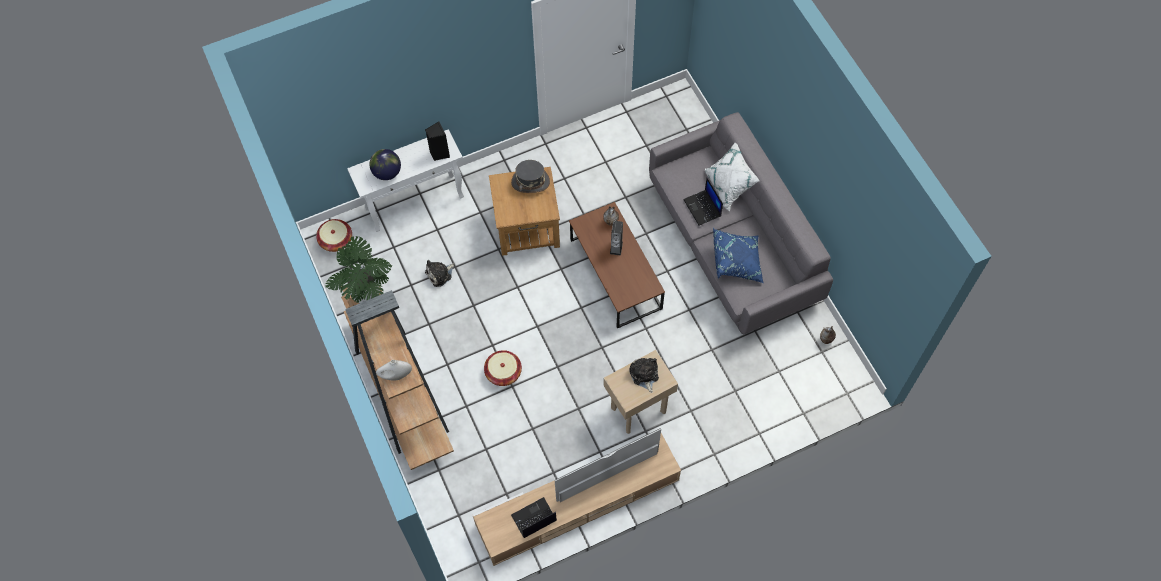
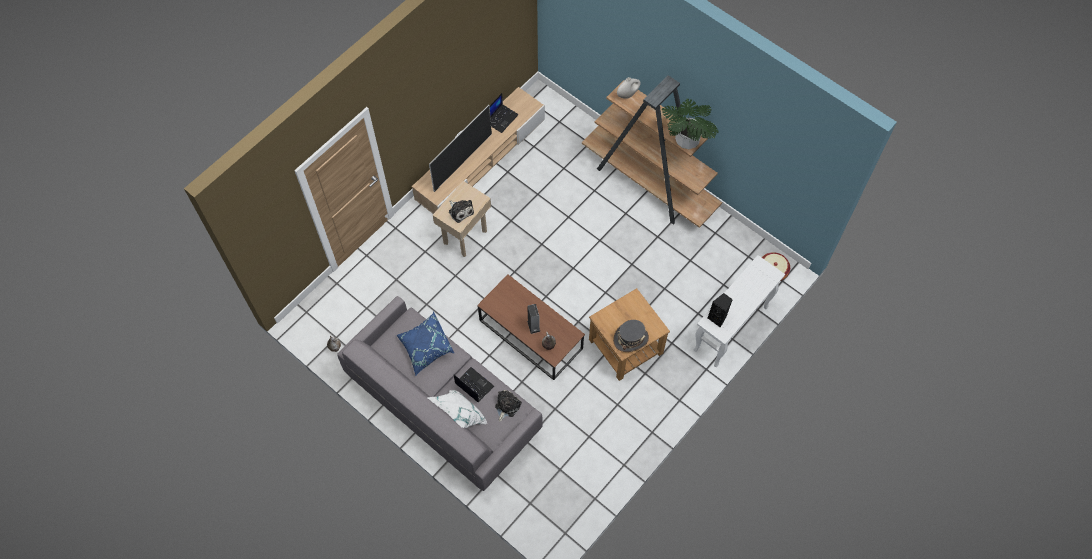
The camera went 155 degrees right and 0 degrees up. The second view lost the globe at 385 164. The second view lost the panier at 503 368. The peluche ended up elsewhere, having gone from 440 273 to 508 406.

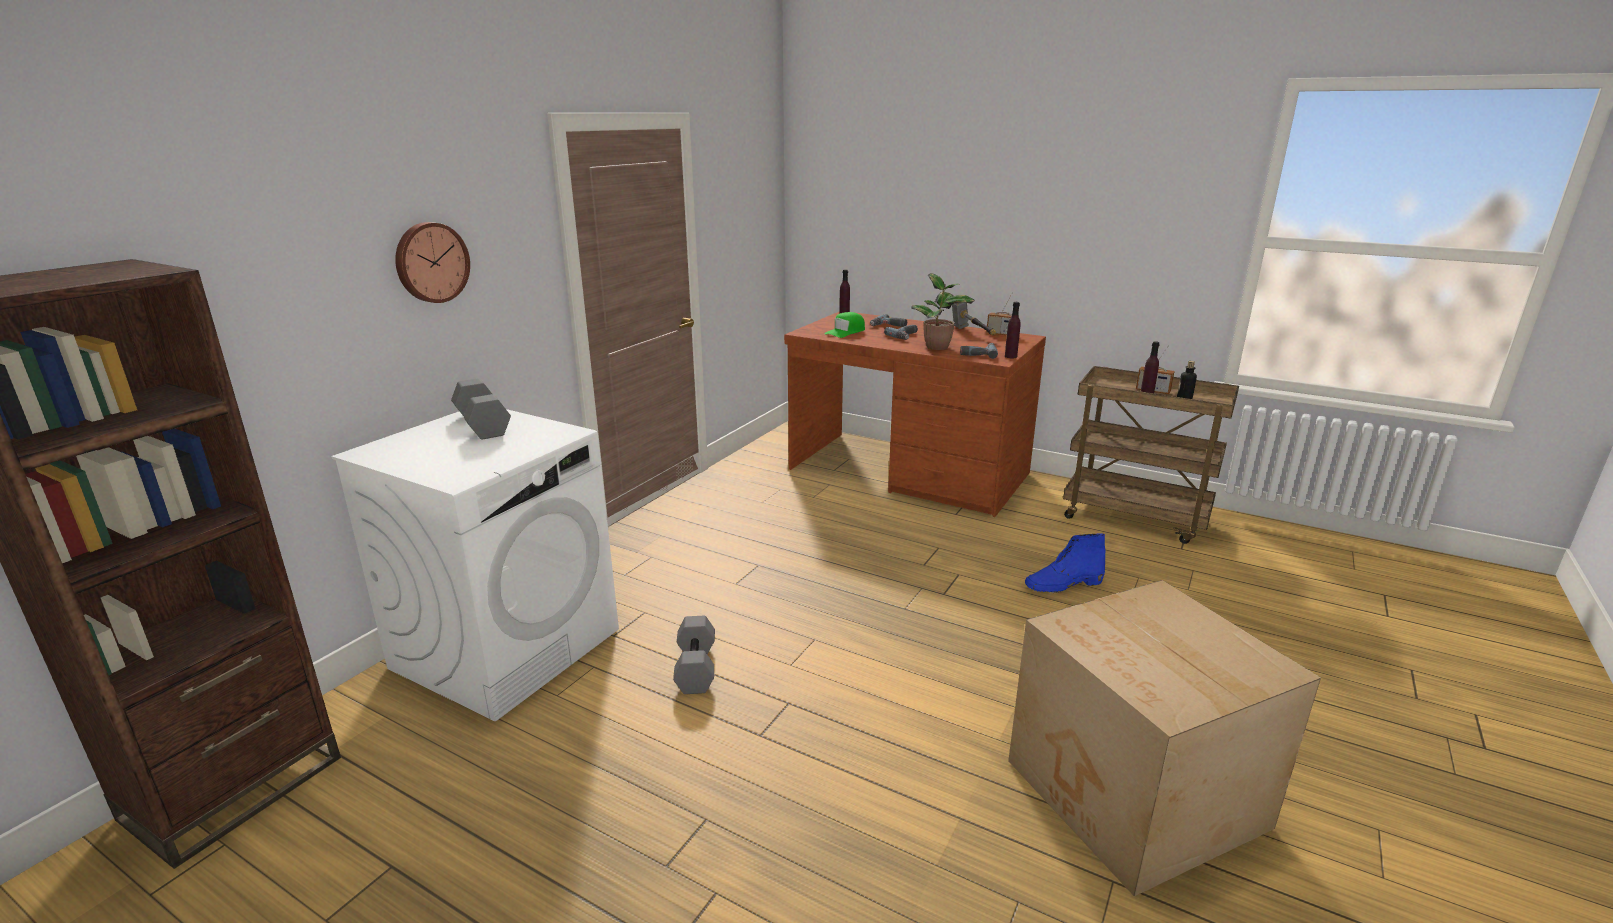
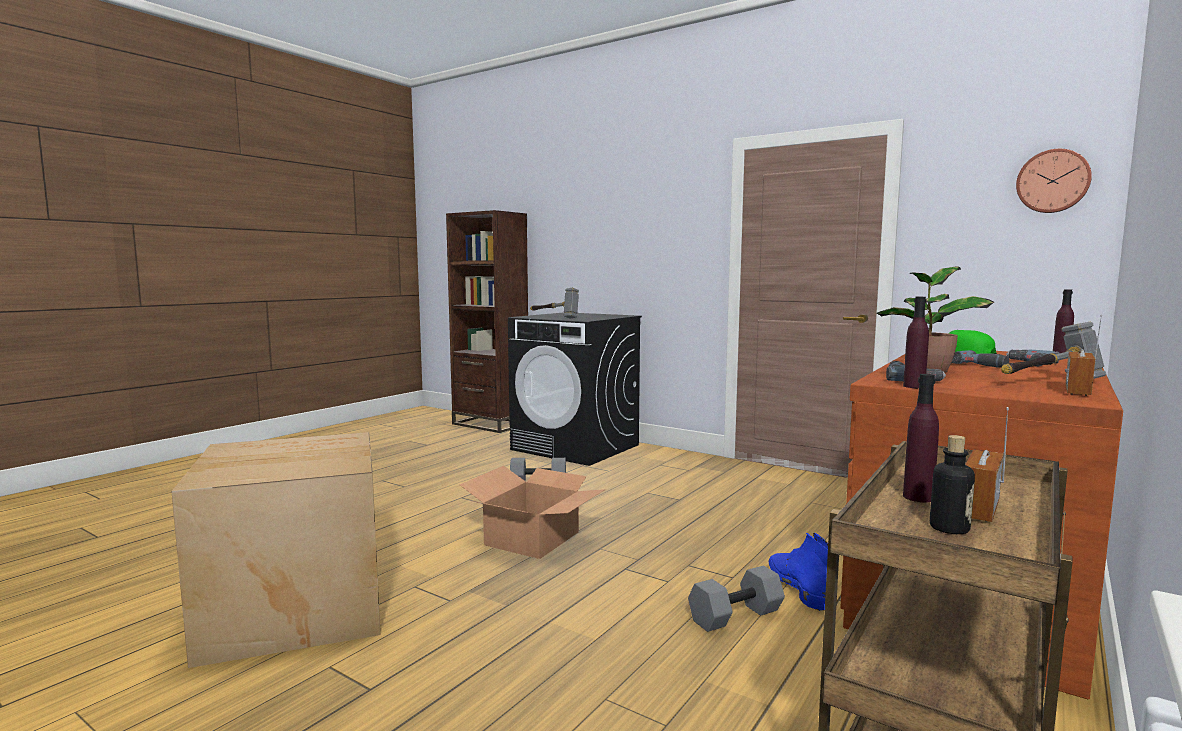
The camera went 95 degrees right and 15 degrees down. The second view gained the carton at 533 512. The second view gained the marteau at 554 303. The horloge murale ended up elsewhere, having gone from 432 262 to 1054 181. The haltère (gris) ended up elsewhere, having gone from 481 409 to 736 599. The botte (bleu) ended up elsewhere, having gone from 1065 563 to 798 572. What was the lave-linge (blanc) at 475 565 turned into the lave-linge (noir) at 575 389.

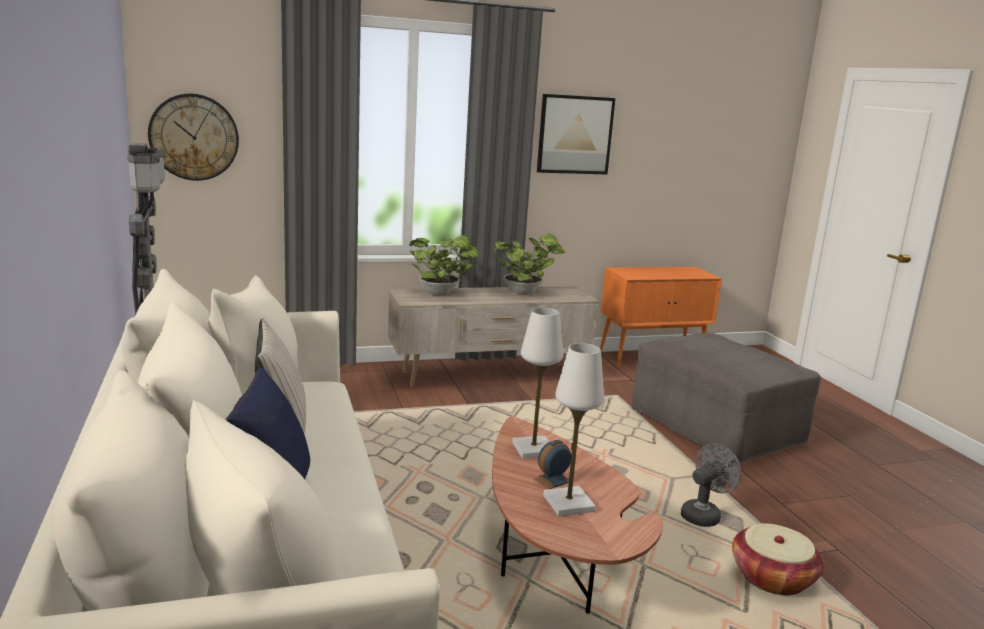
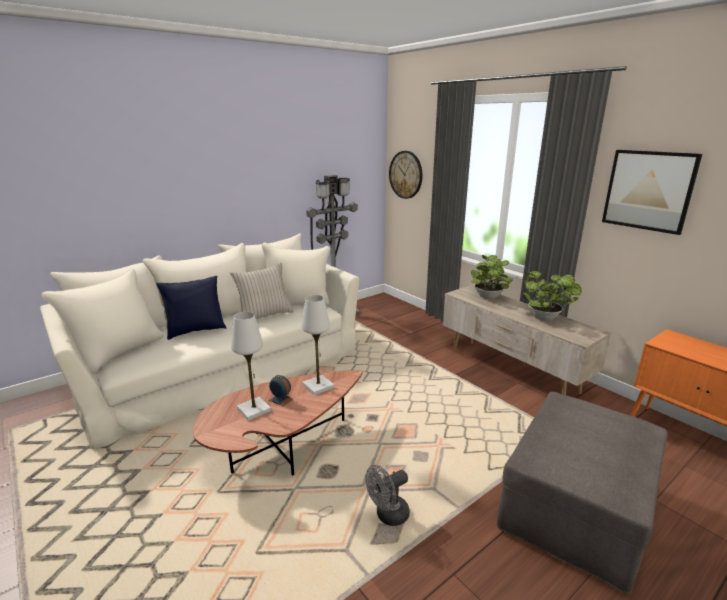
The camera went 70 degrees right and 5 degrees up. The second view lost the panier at 778 559. The ventilateur (gris) at 711 485 ended up facing another way, 120 degrees clockwise from before.

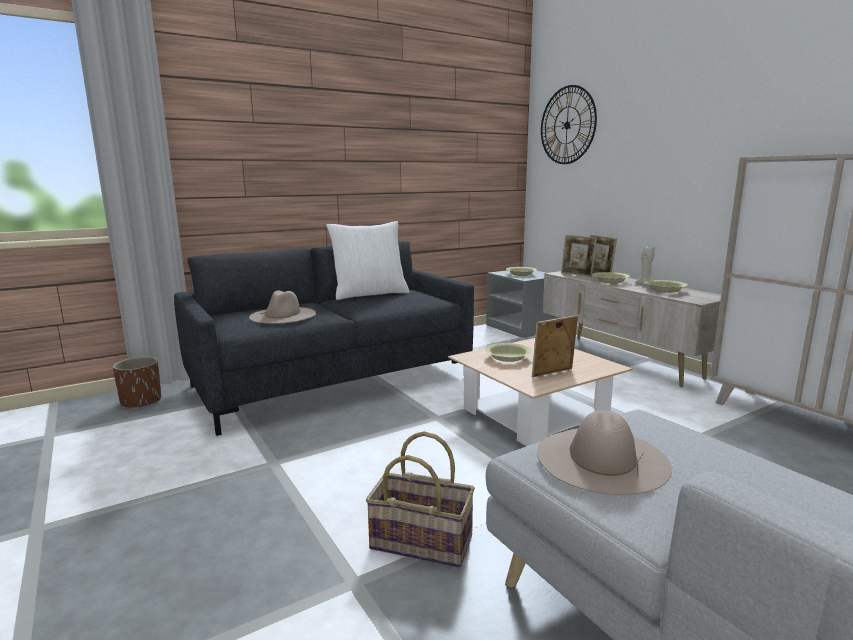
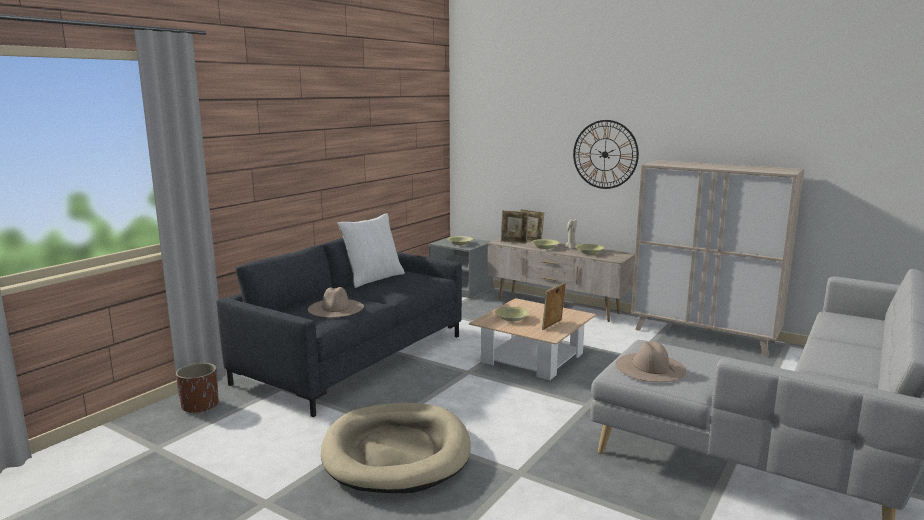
The camera went 25 degrees left and 0 degrees up. The second view lost the panier at 420 499. The second view gained the panier pour chien (beige) at 396 448. The horloge murale ended up elsewhere, having gone from 569 124 to 606 154.

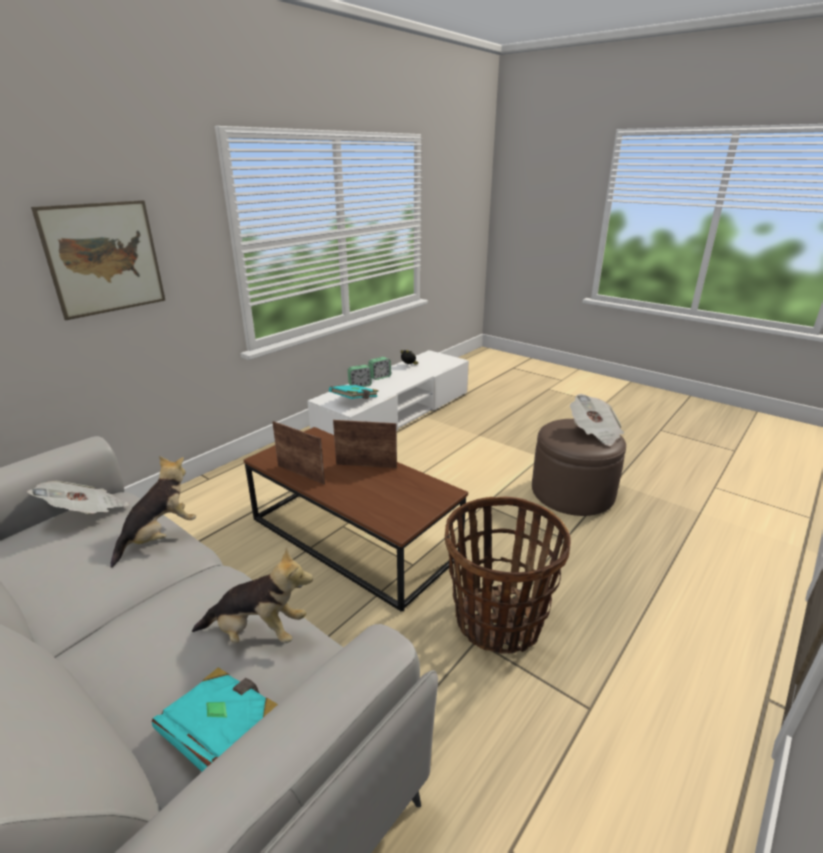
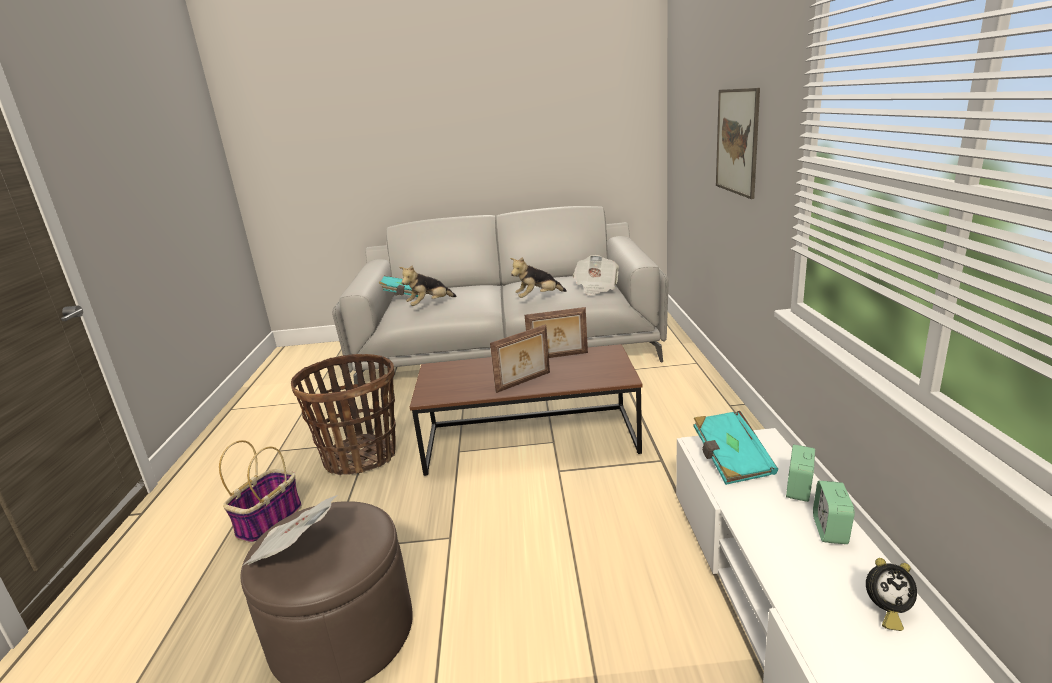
The camera went 140 degrees right and 5 degrees down. The second view gained the panier at 260 492. The peluche at 153 512 ended up facing another way, 75 degrees clockwise from before.

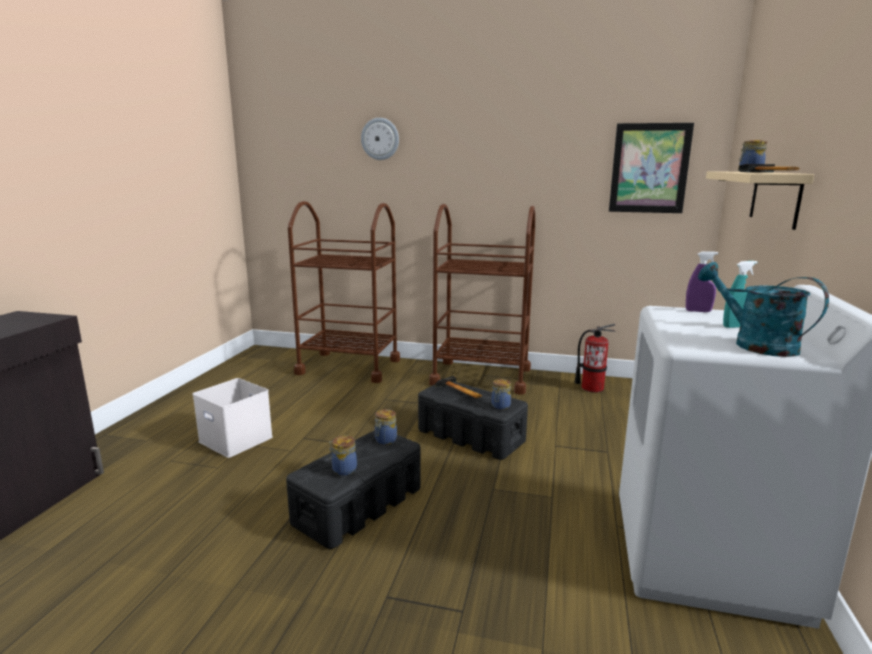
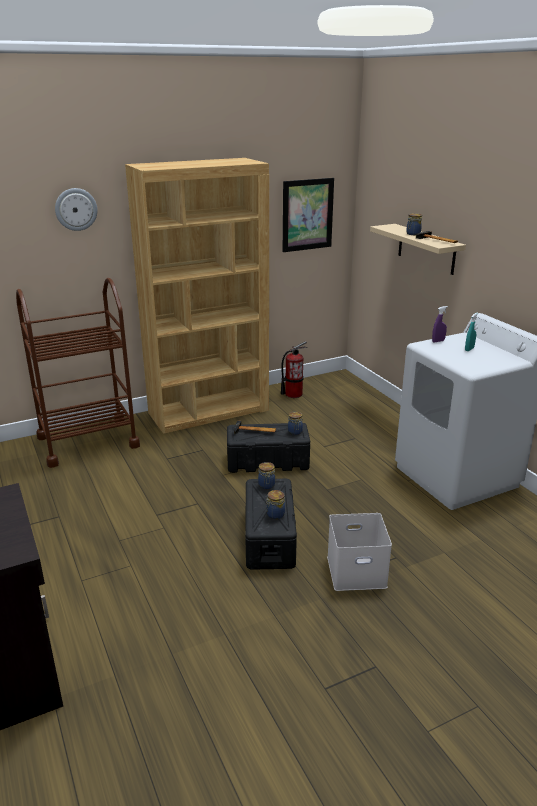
The camera went 40 degrees left and 10 degrees up. The second view lost the arrosoir (turquoise) at 763 309. The boîte de rangement (blanc) ended up elsewhere, having gone from 233 418 to 359 552. Where the chariot (marron) stood at 482 299, the bibliothèque (marron) came to stand at 197 296.

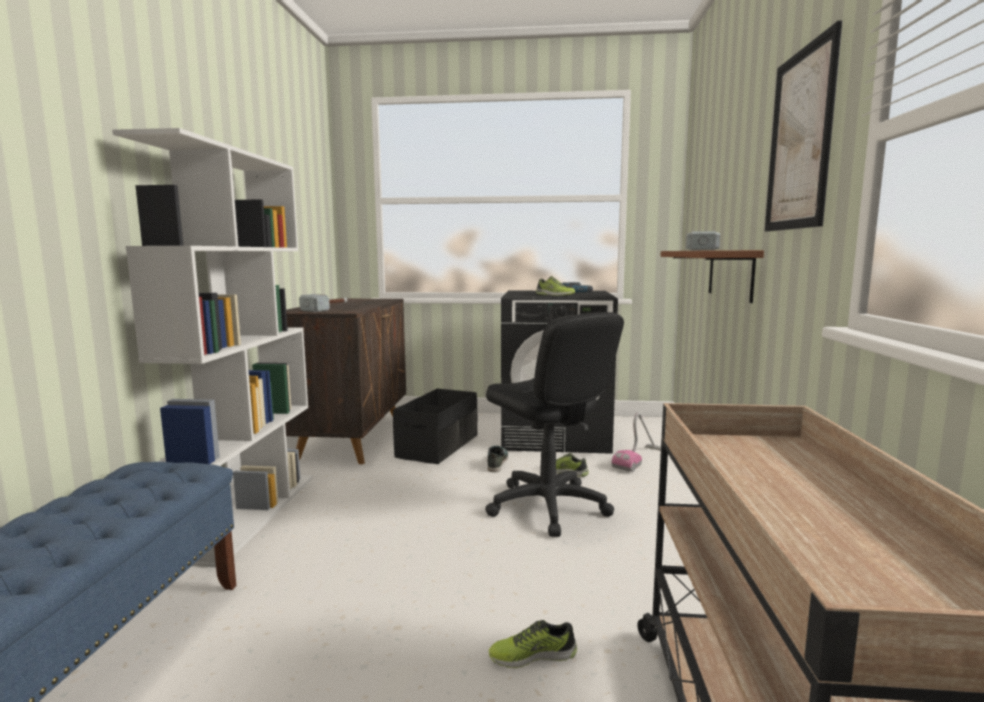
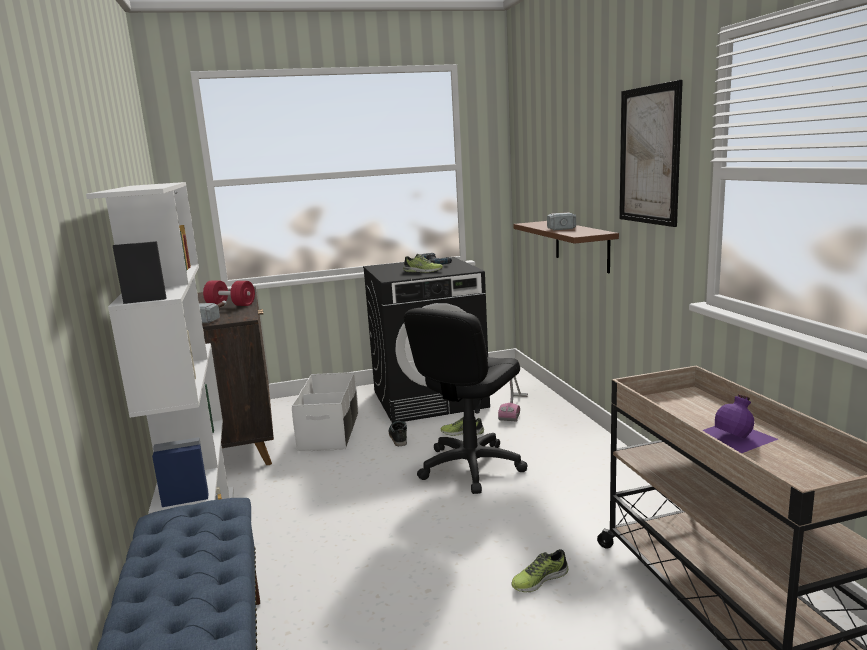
The camera went 20 degrees left and 5 degrees up. The second view gained the haltère (rouge) at 229 293. The second view gained the bouteille (violet) at 740 423. What was the boîte de rangement (noir) at 435 426 turned into the boîte de rangement (blanc) at 325 411. The chaise de bureau (noir) at 554 424 ended up facing another way, 90 degrees clockwise from before.

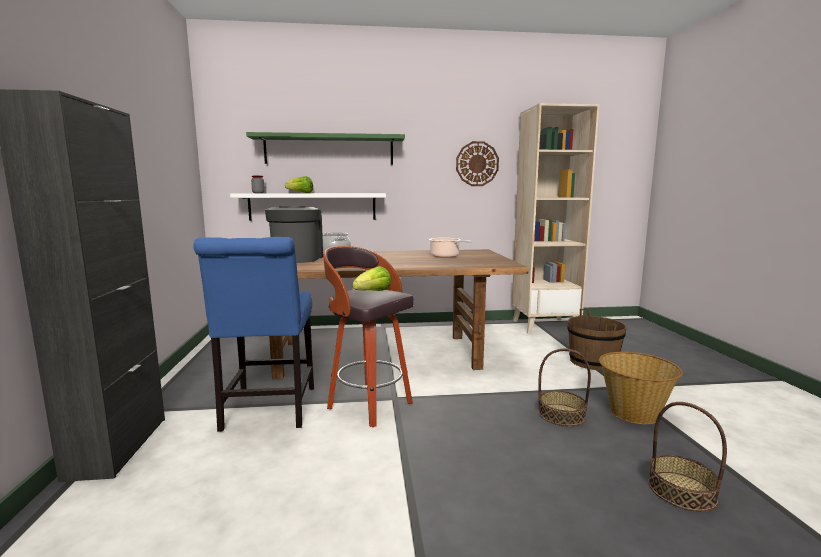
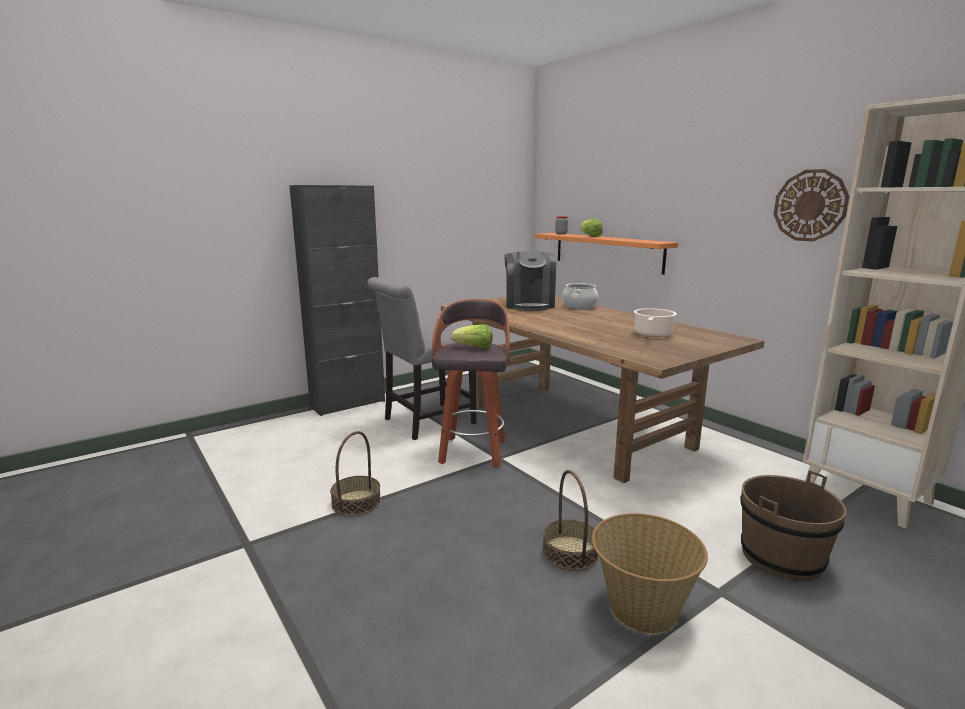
The camera went 60 degrees right and 5 degrees up. The second view lost the étagère (vert) at 325 148. The panier ended up elsewhere, having gone from 687 457 to 355 473. What was the chaise (bleu) at 253 334 turned into the chaise (gris) at 421 358. What was the étagère (blanc) at 308 207 turned into the étagère (orange) at 606 254. The machine à café at 294 234 ended up facing another way, 120 degrees clockwise from before.

